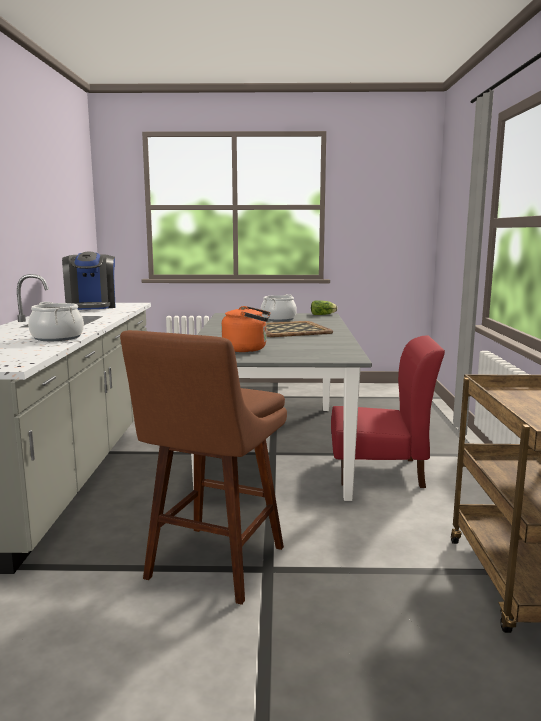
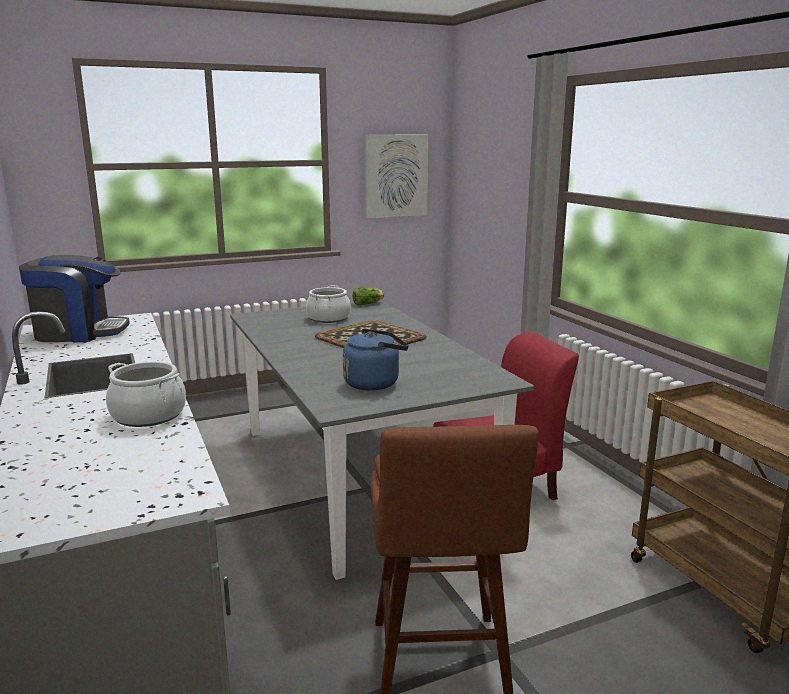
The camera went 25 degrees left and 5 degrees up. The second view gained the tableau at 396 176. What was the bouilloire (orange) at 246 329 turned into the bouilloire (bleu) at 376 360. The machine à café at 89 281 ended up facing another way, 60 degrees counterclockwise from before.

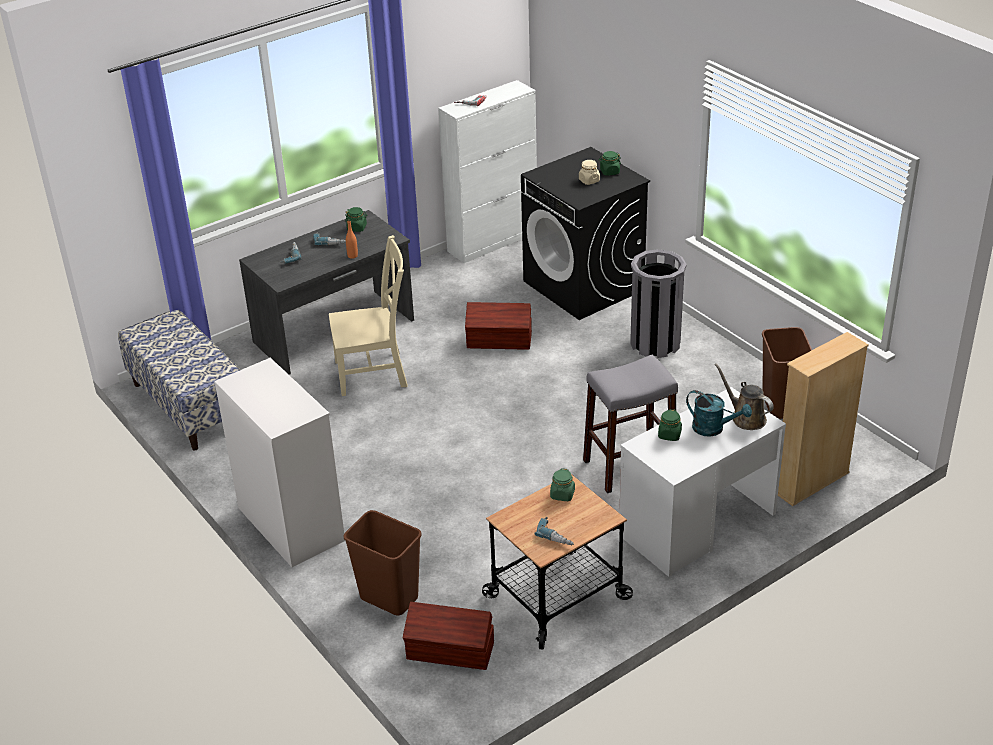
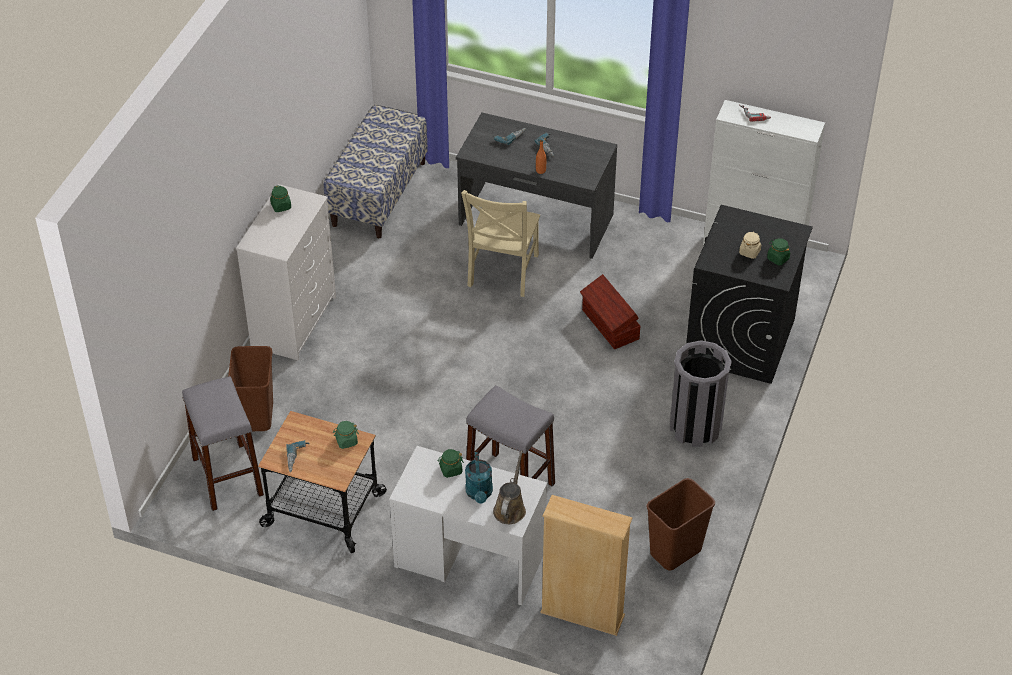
The camera went 55 degrees right and 10 degrees up. The bocal (vert) ended up elsewhere, having gone from 356 219 to 280 198. Where the boîte de rangement (marron) stood at 448 636, the tabouret (gris) came to stand at 223 443. The chaise (beige) at 368 315 ended up facing another way, 60 degrees clockwise from before.

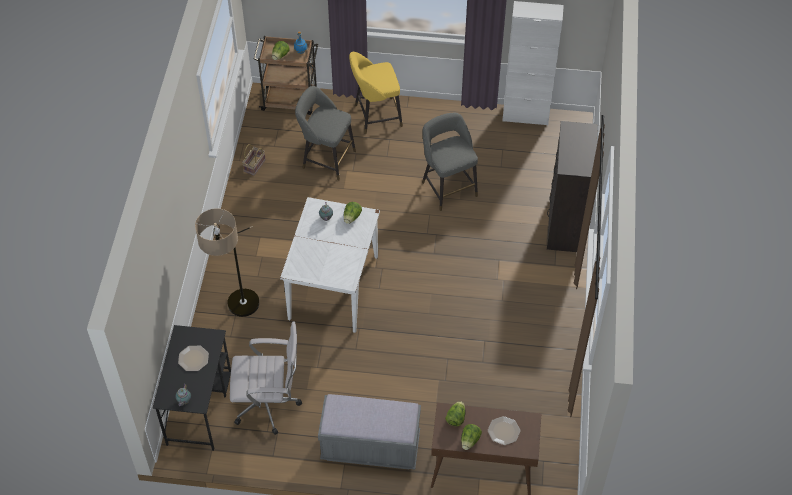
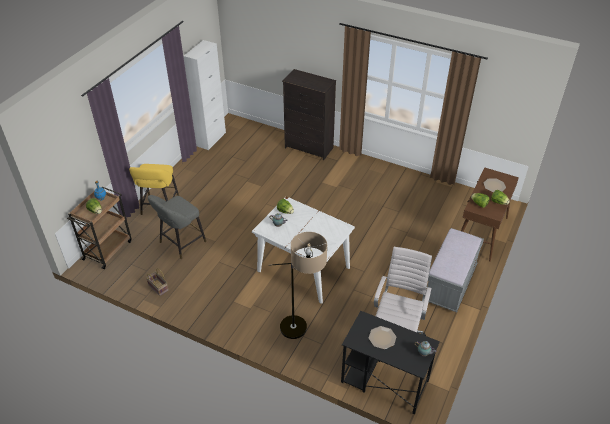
The camera went 70 degrees left and 10 degrees down. The second view lost the tabouret (gris) at 450 162.

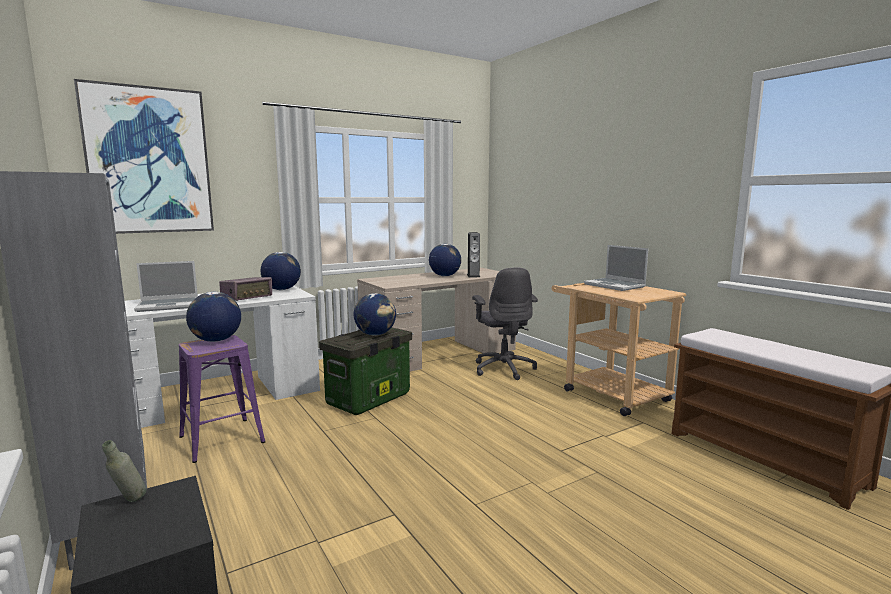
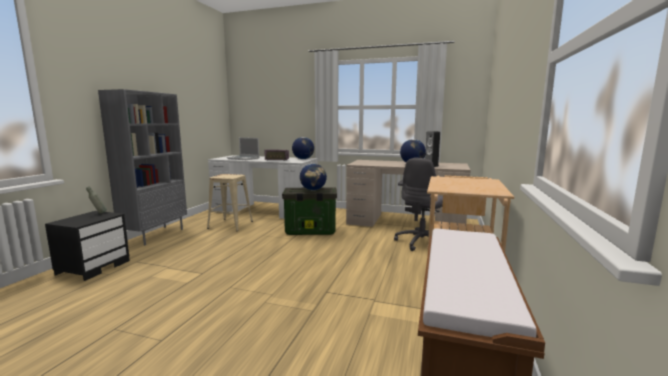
The camera went 50 degrees right and 0 degrees up. The second view lost the tableau at 144 156. The second view lost the globe at 213 317. The second view lost the ordinateur portable at 615 268. What was the tabouret (violet) at 222 399 turned into the tabouret (beige) at 230 202.

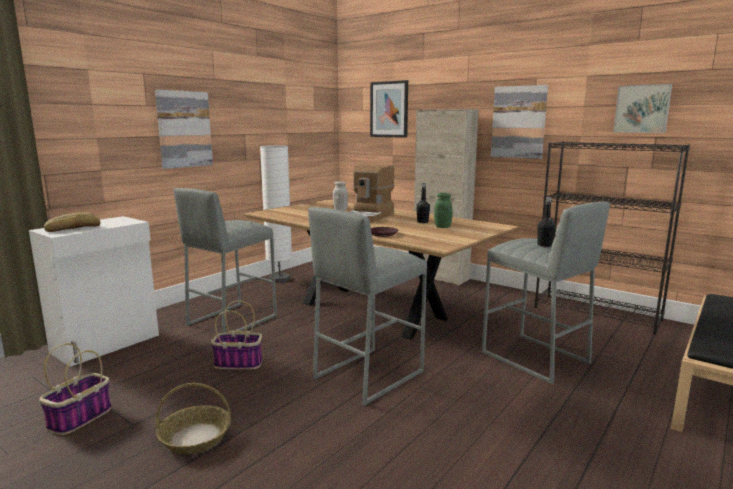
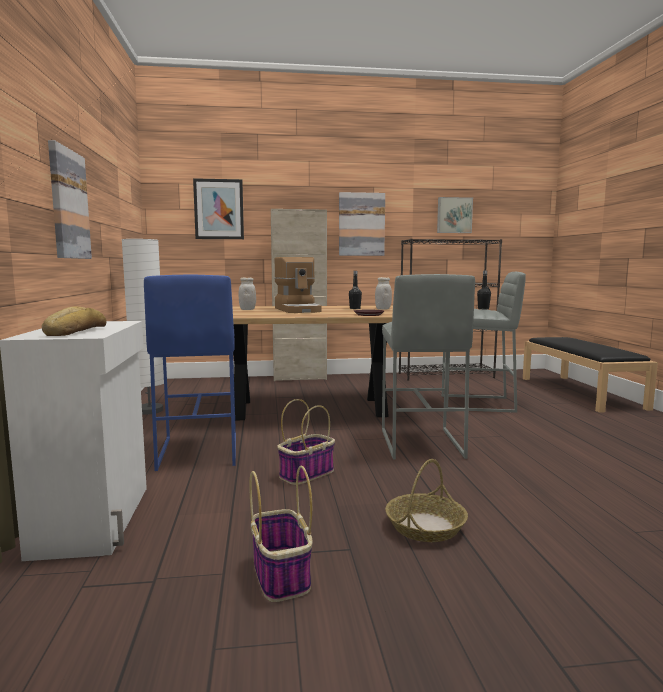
The camera went 45 degrees left and 5 degrees down. What was the tabouret (gris) at 225 260 turned into the tabouret (bleu) at 190 373. What was the bocal (vert) at 443 210 turned into the bocal (blanc) at 383 293.

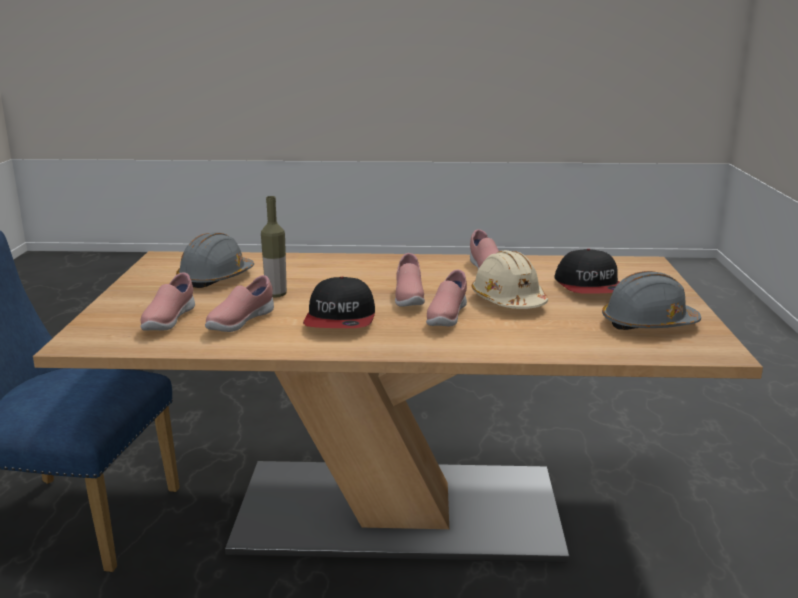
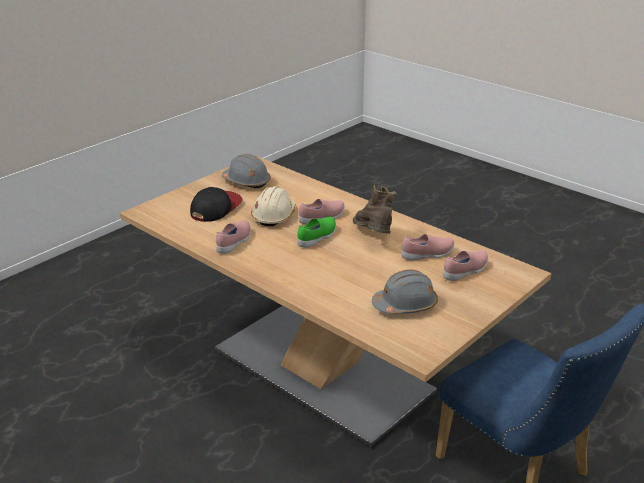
The camera went 140 degrees left and 10 degrees up. The second view lost the bouteille at 274 247. Where the casquette stood at 339 302, the botte (marron) came to stand at 375 209. What was the chaussure (rose) at 410 280 turned into the chaussure (vert) at 316 232.

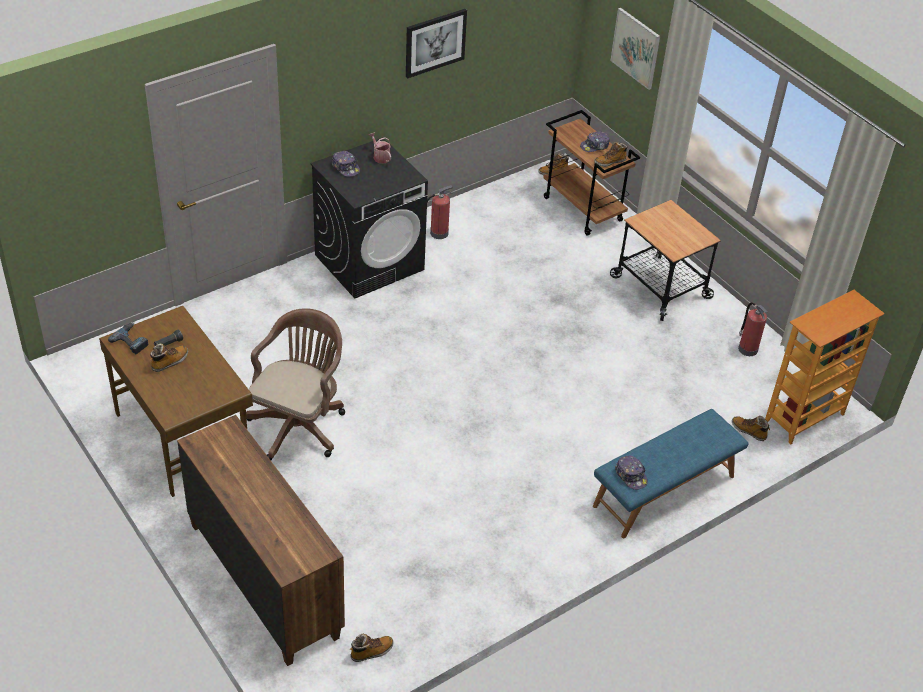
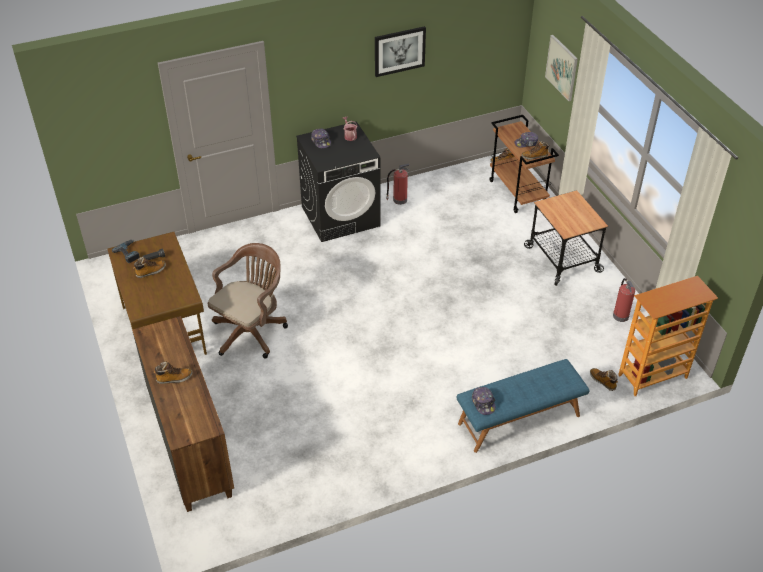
The camera went 15 degrees right and 0 degrees up. The botte ended up elsewhere, having gone from 372 648 to 173 372.

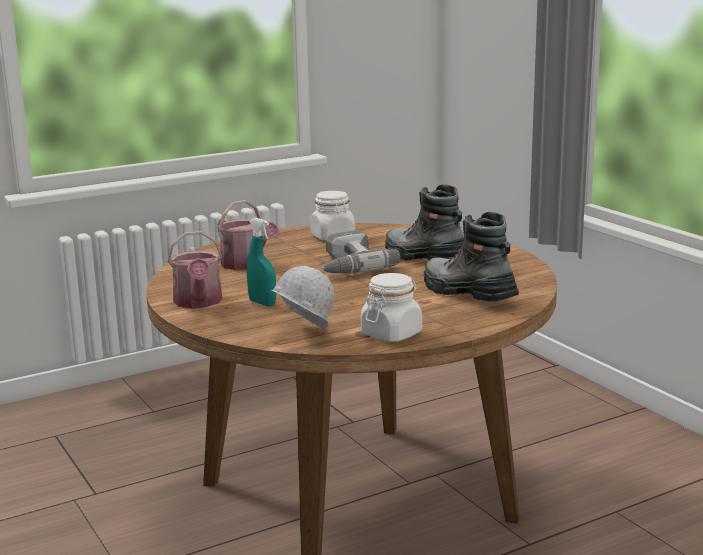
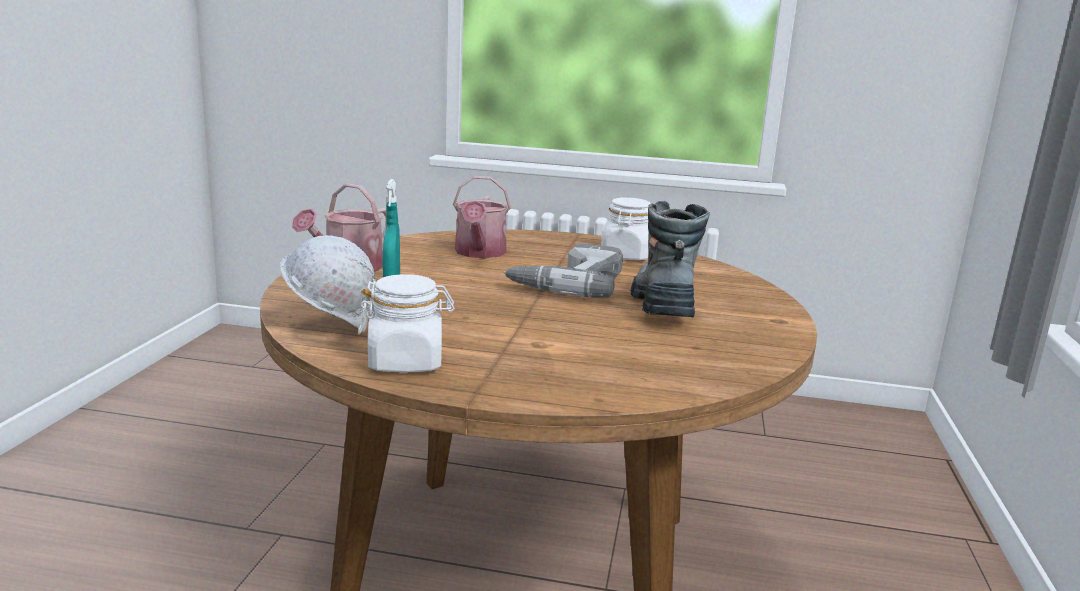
The camera went 40 degrees right and 0 degrees up. The second view lost the botte at 471 257.

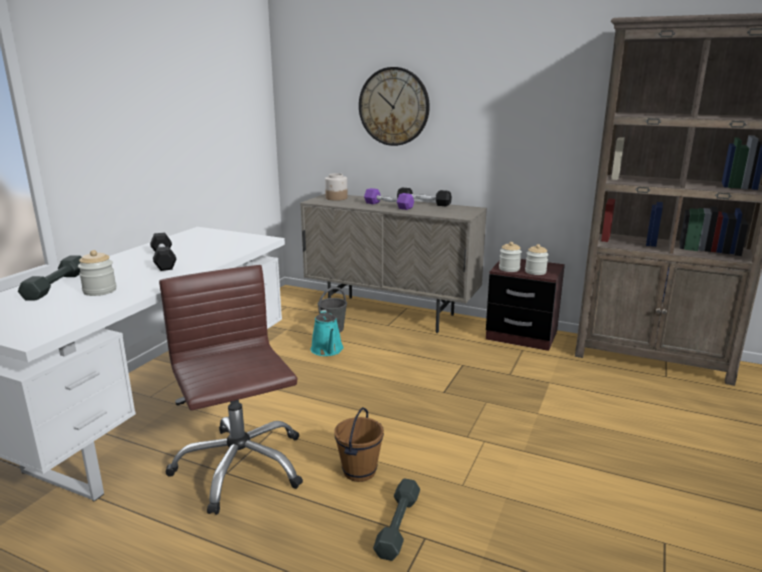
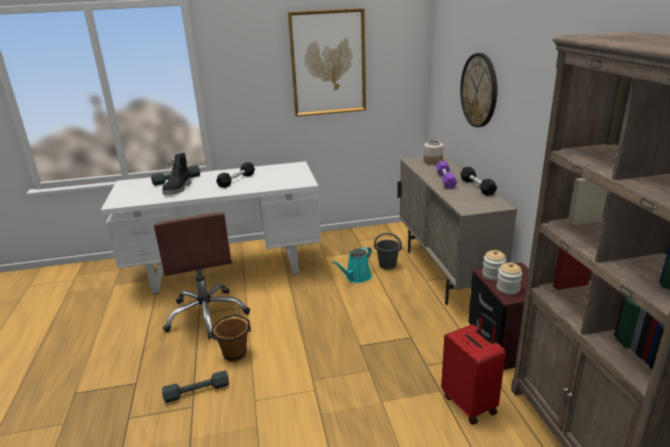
The camera went 55 degrees right and 5 degrees up. The second view gained the tableau at 327 62. The second view gained the valise (rouge) at 473 369. Where the bocal stood at 97 273, the botte (noir) came to stand at 176 174. The chaise de bureau (marron) at 231 390 ended up facing another way, 135 degrees clockwise from before.

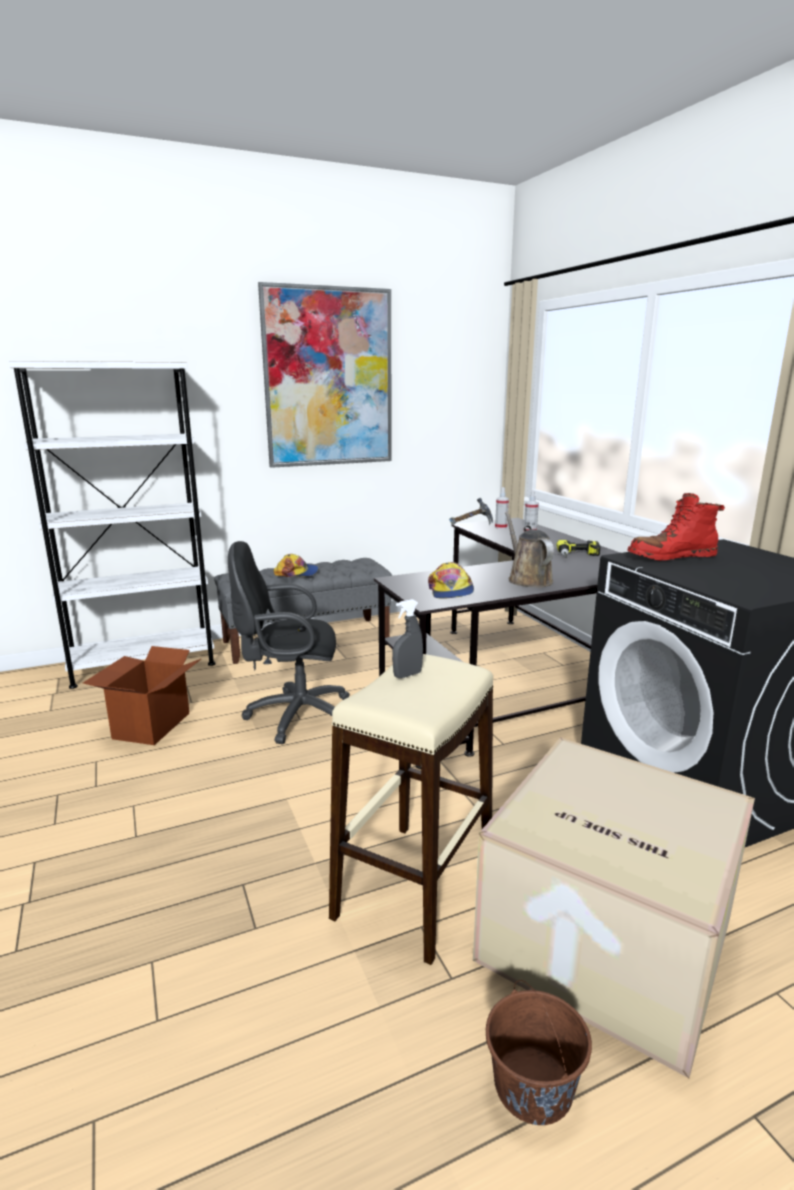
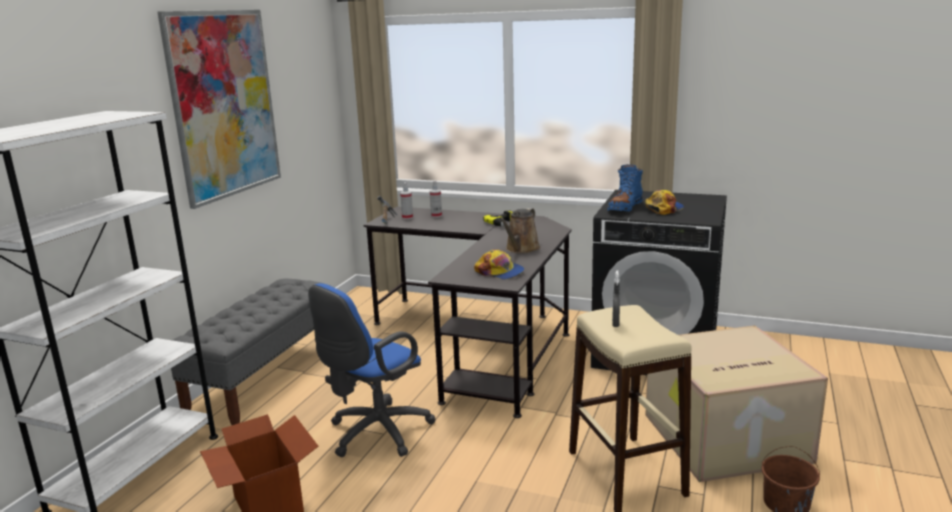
The camera went 45 degrees left and 0 degrees up. The casquette ended up elsewhere, having gone from 296 565 to 664 202. What was the chaise de bureau (noir) at 289 642 turned into the chaise de bureau (bleu) at 372 370. What was the botte (rouge) at 676 527 turned into the botte (bleu) at 625 187. The arrosoir (marron) at 529 549 ended up facing another way, 90 degrees counterclockwise from before.

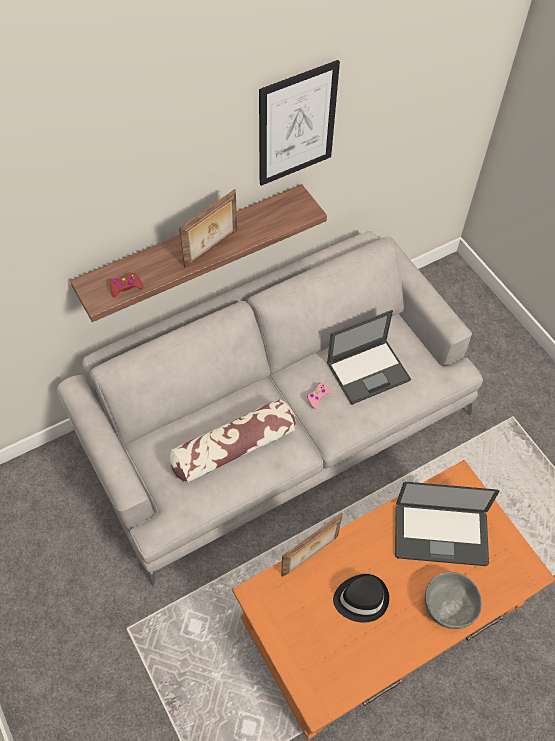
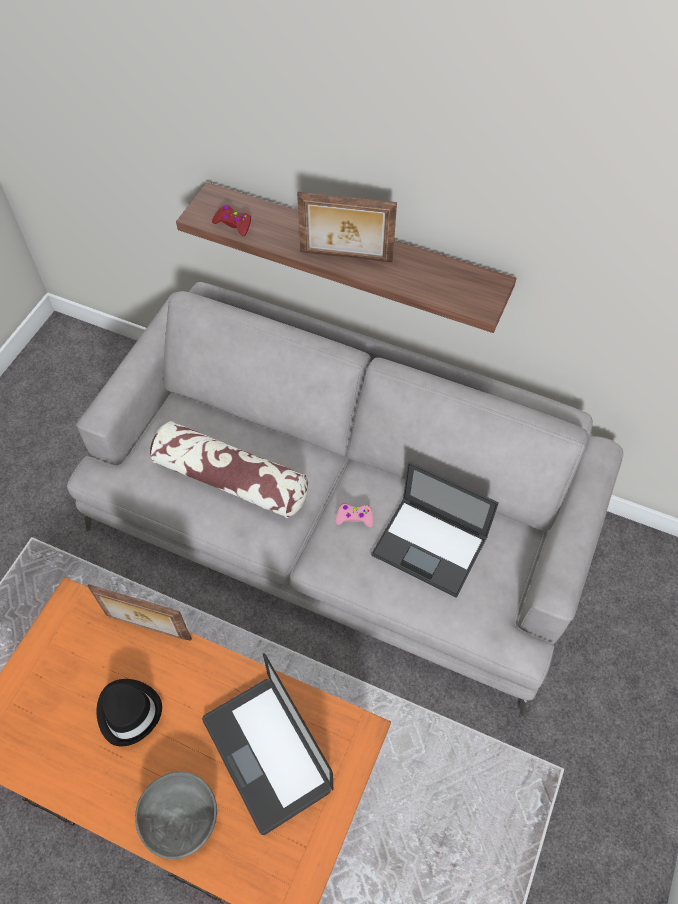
The camera went 55 degrees right and 0 degrees up. The second view lost the tableau at 299 123.

